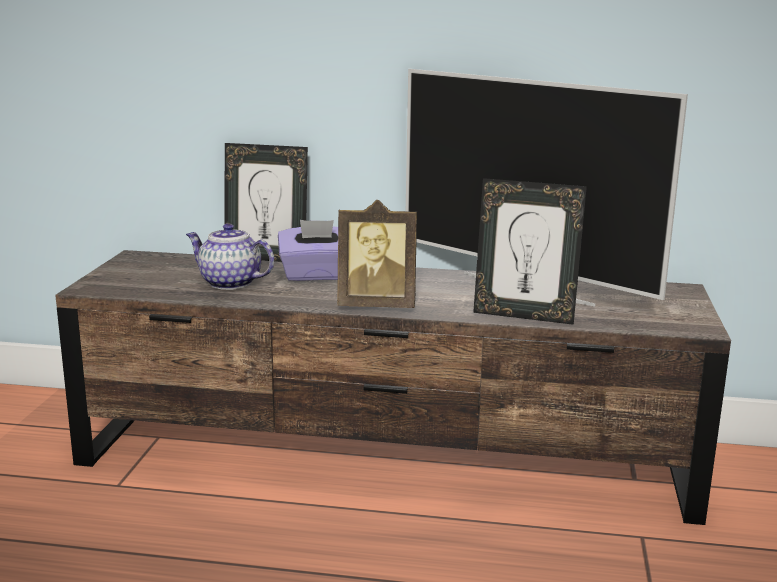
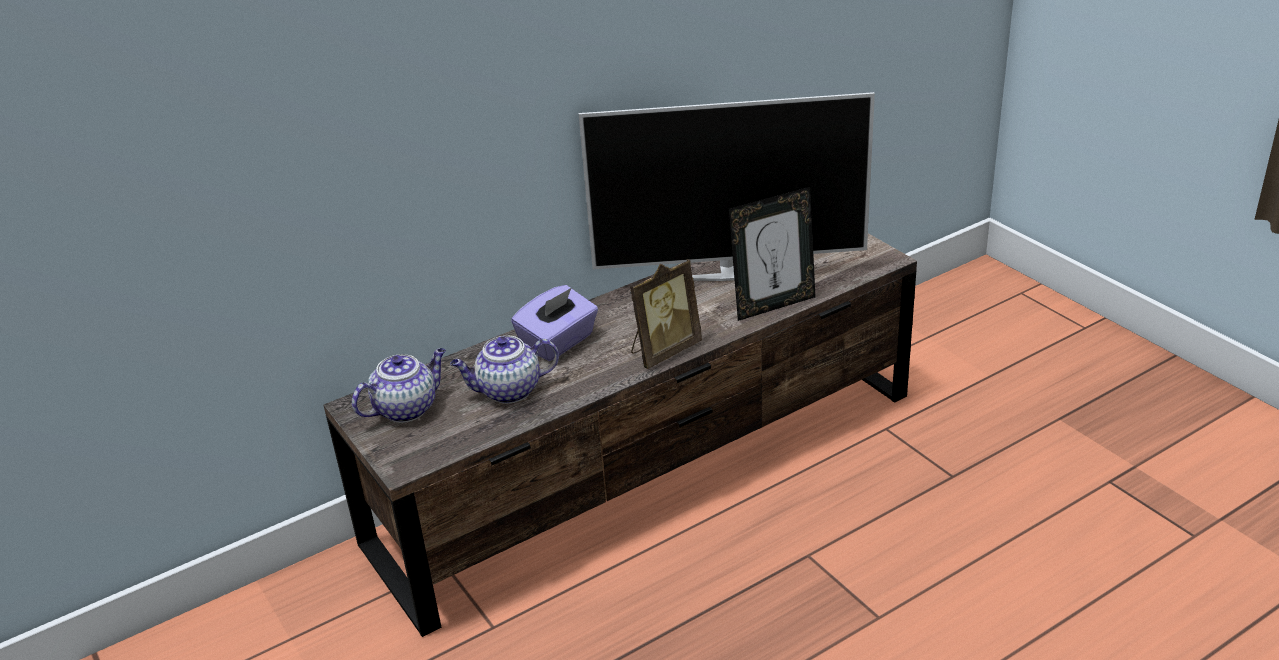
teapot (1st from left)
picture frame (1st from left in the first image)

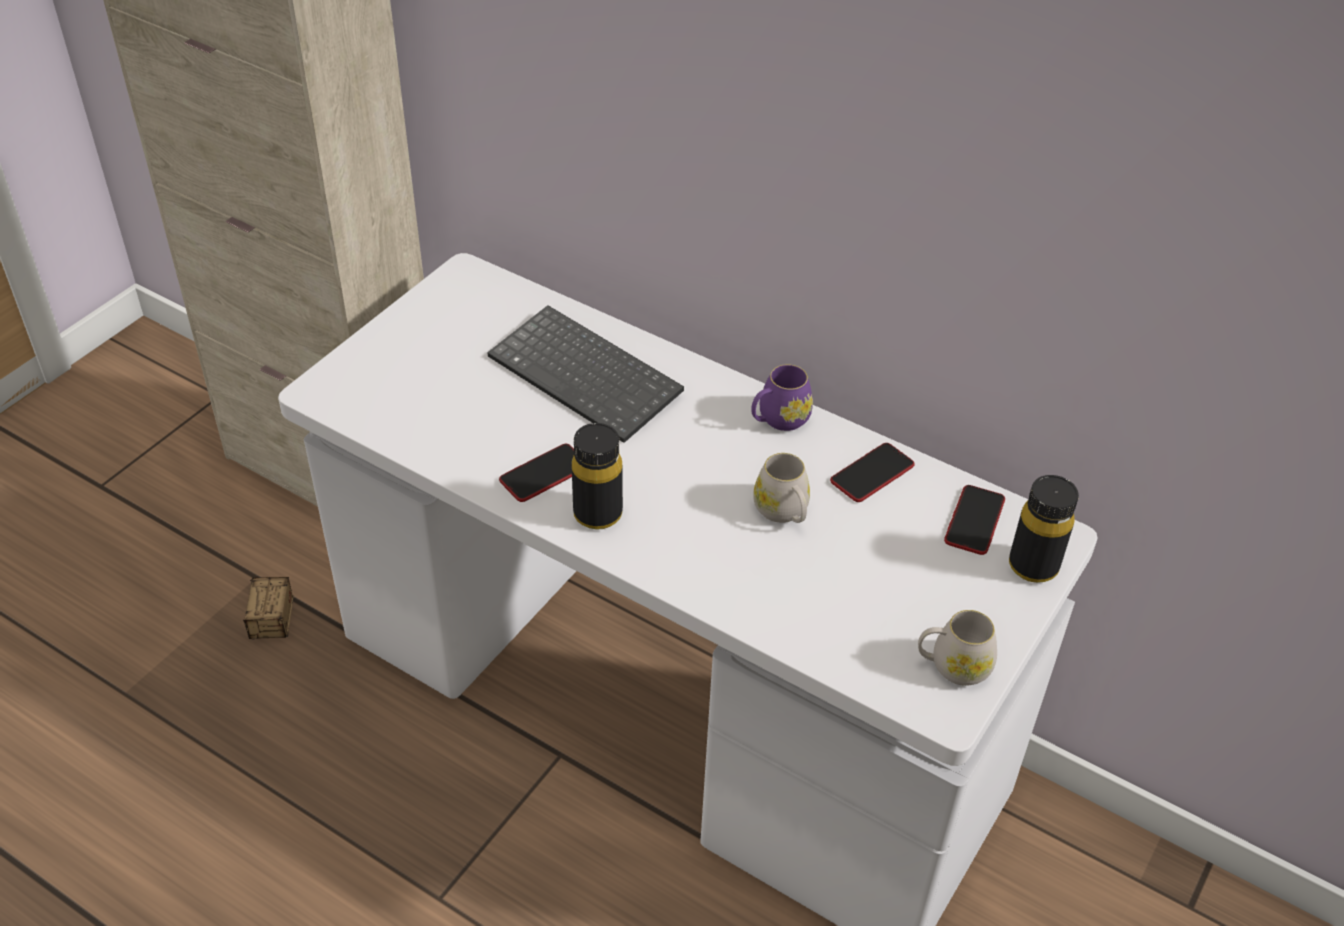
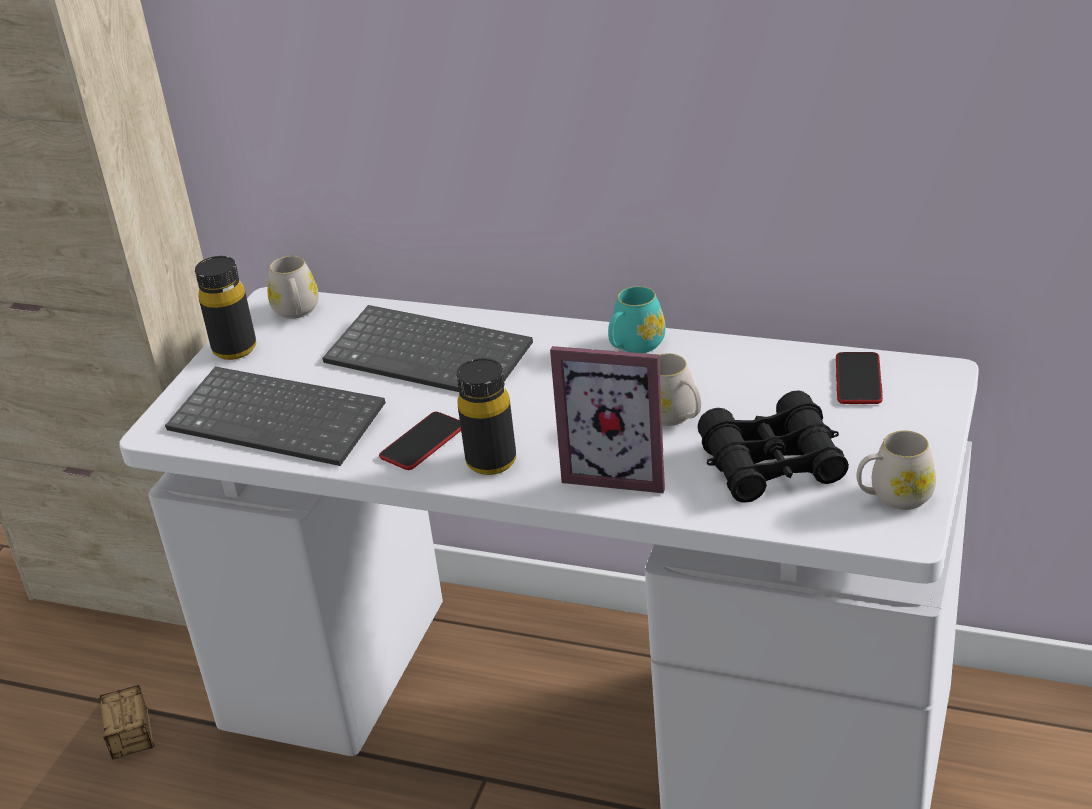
keyboard (1st from left)
bottle/black (1st from left)
mug/white (1st from left)
picture frame
mug/turquoise
binoculars/black
phone (2nd from left in the first image)

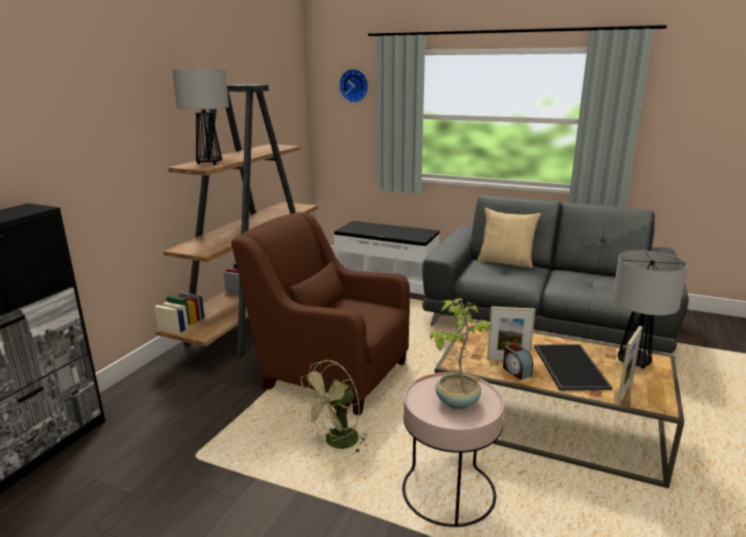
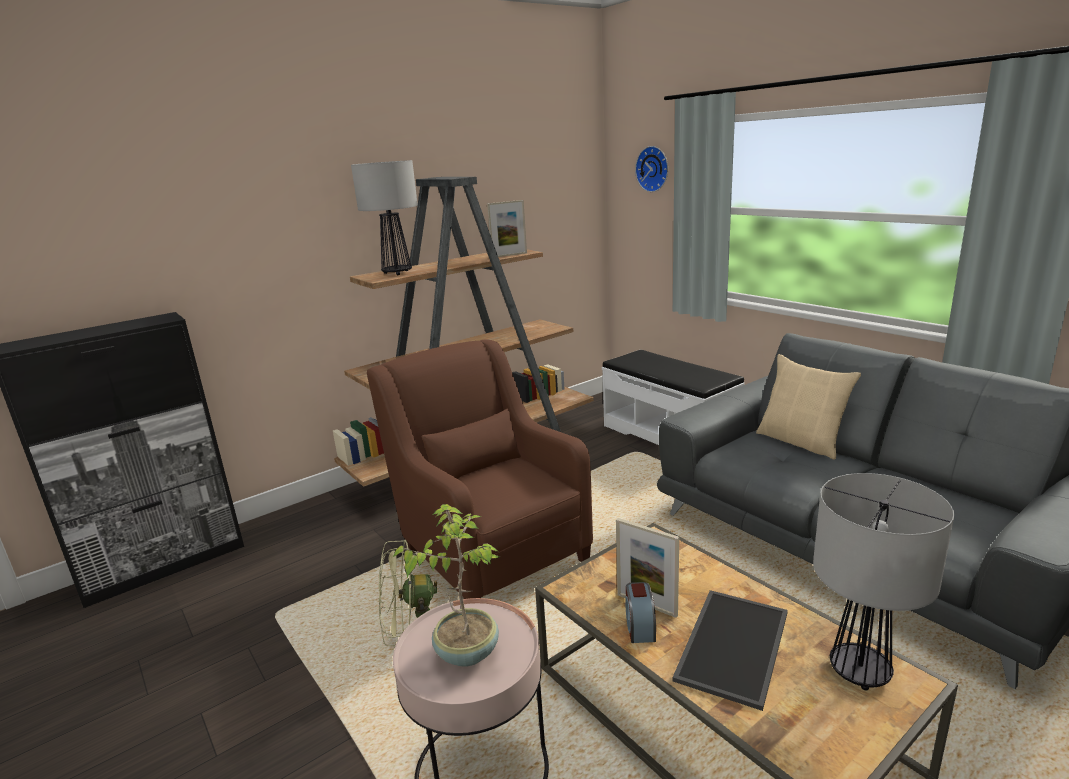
picture frame (1st from left)

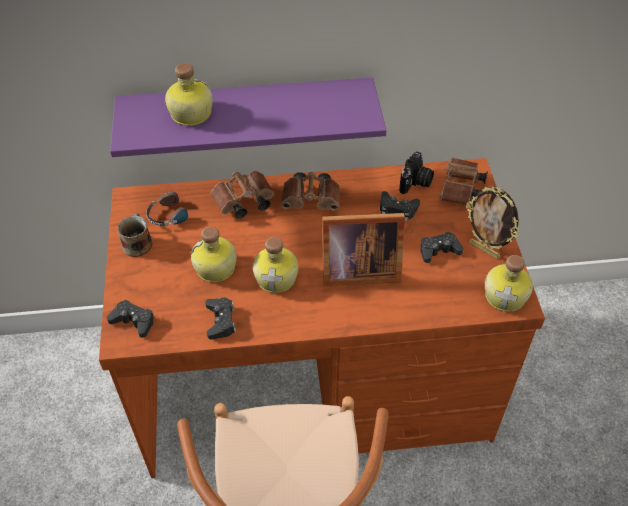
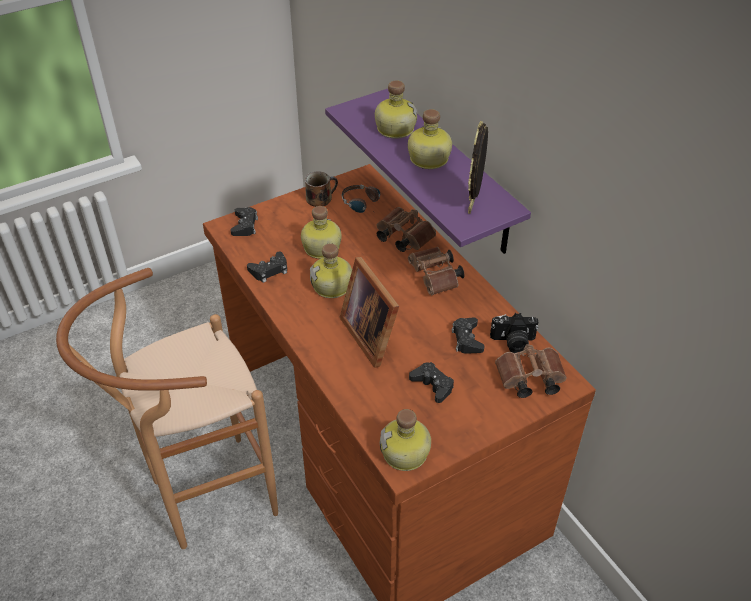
bottle (5th from left)
picture frame (2nd from left)

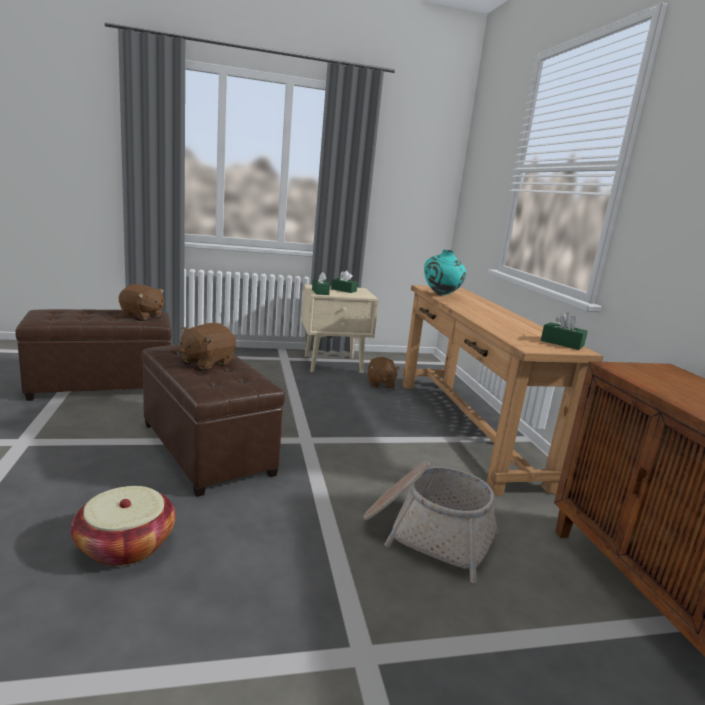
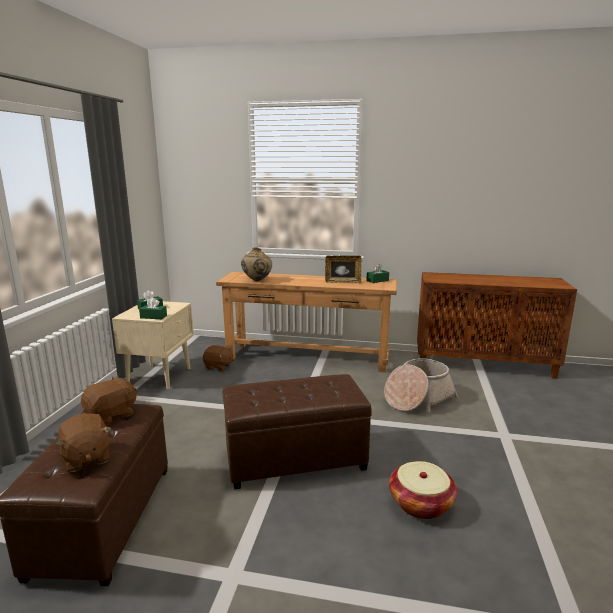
plush toy/brown (1st from left)
vase/beige
picture frame

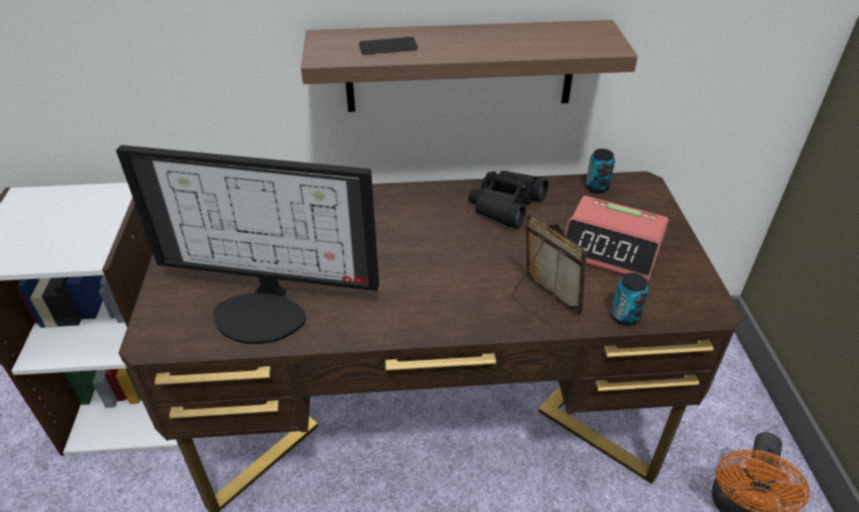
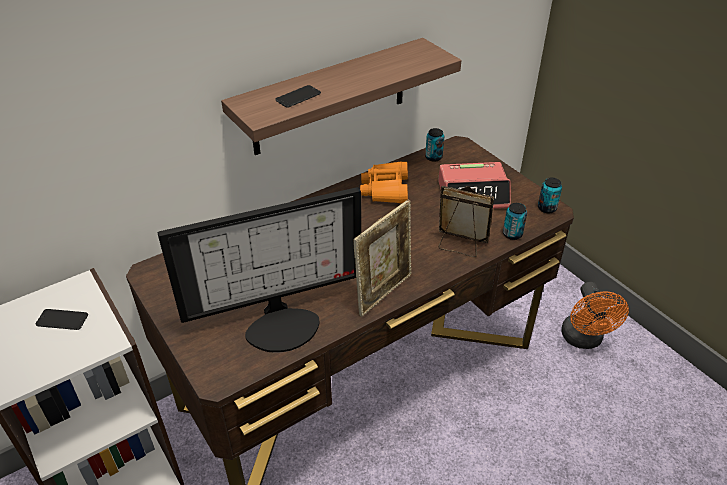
phone (1st from left)
picture frame (1st from left)
binoculars/orange
can (3rd from left)

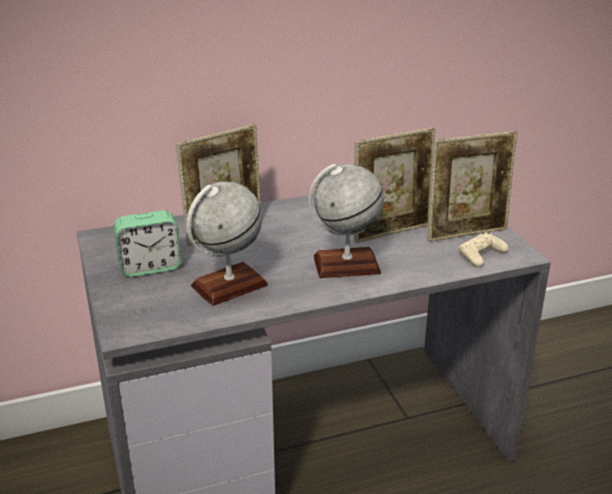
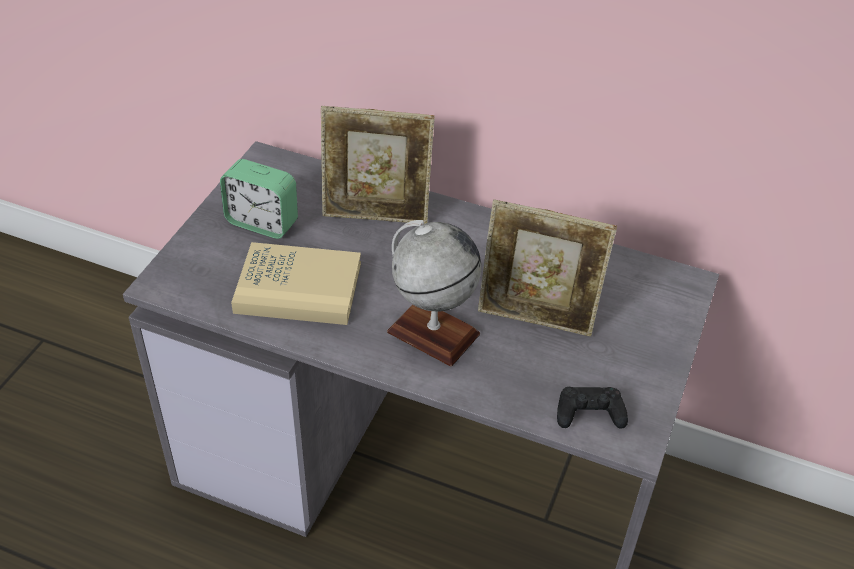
book/beige
game controller/black
picture frame (3rd from left in the first image)

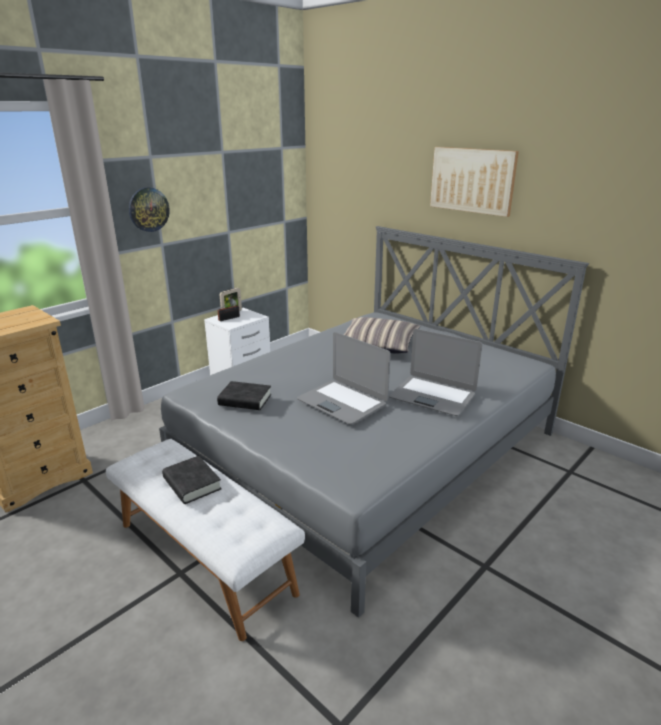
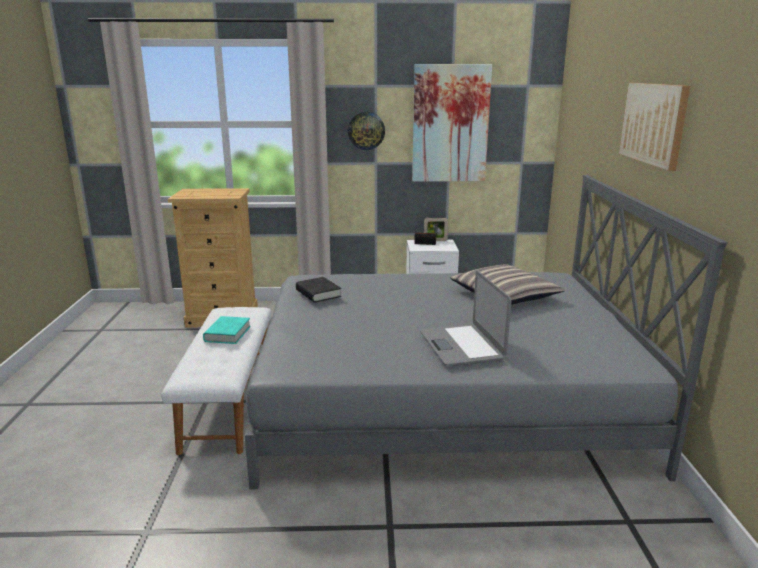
book/turquoise
picture (1st from left)
laptop (1st from left in the first image)

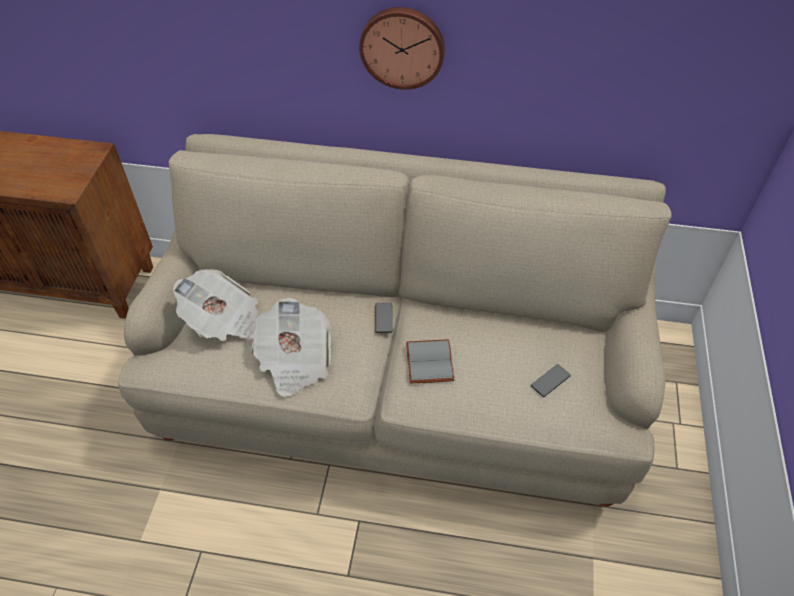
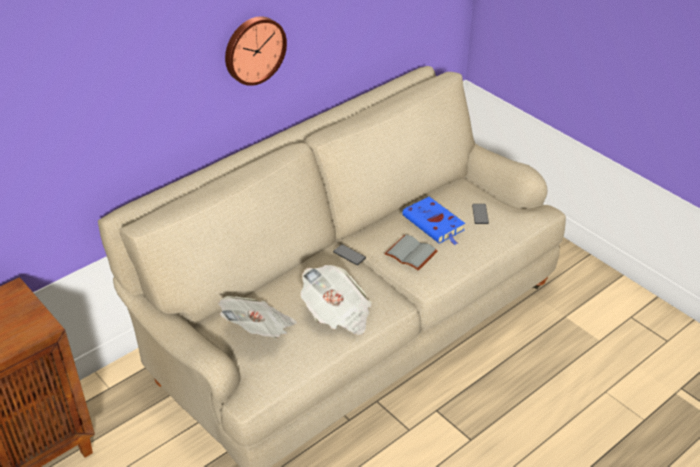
book/blue

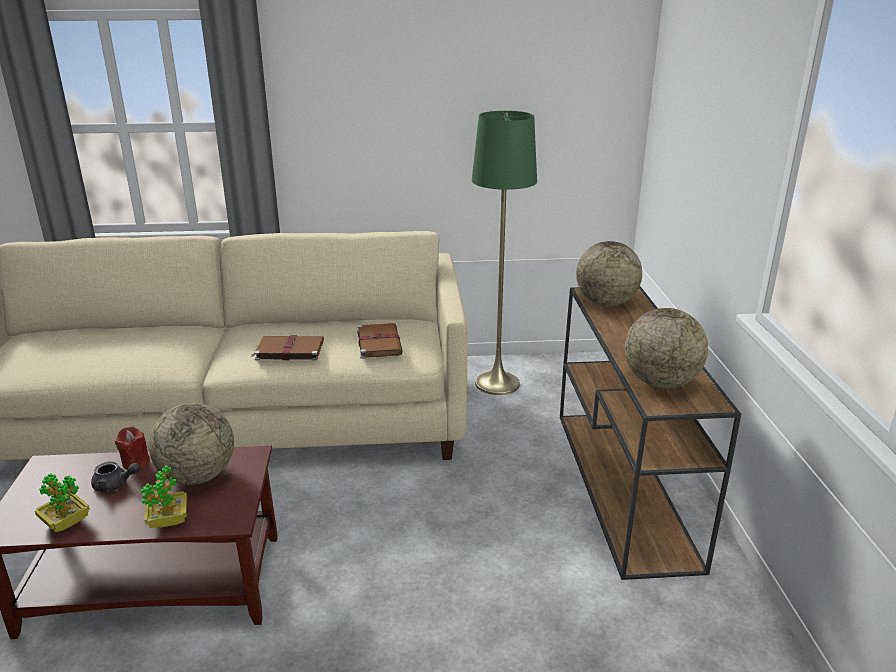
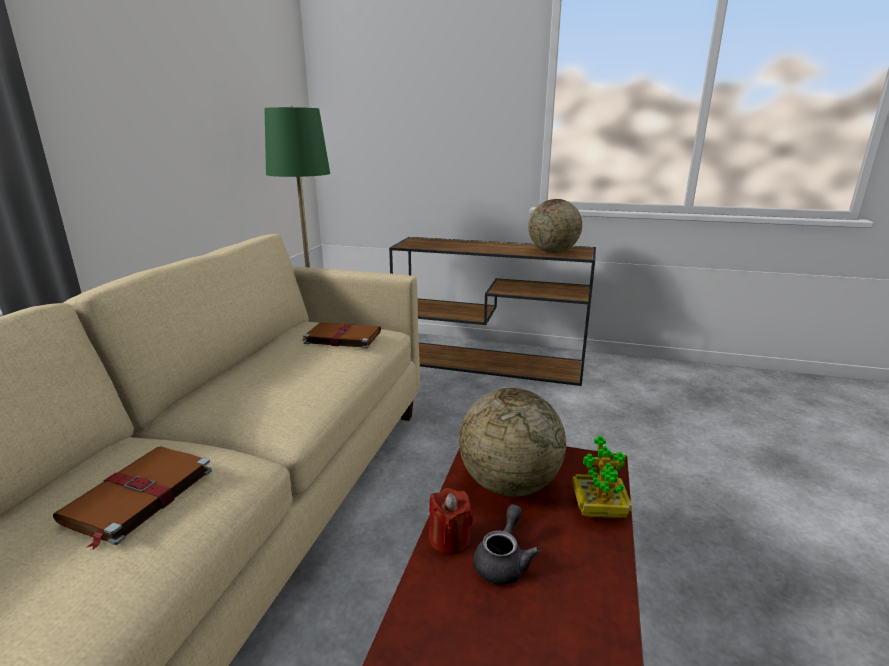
book/brown (1st from left)
potted plant (1st from left in the first image)
globe (2nd from left in the first image)

